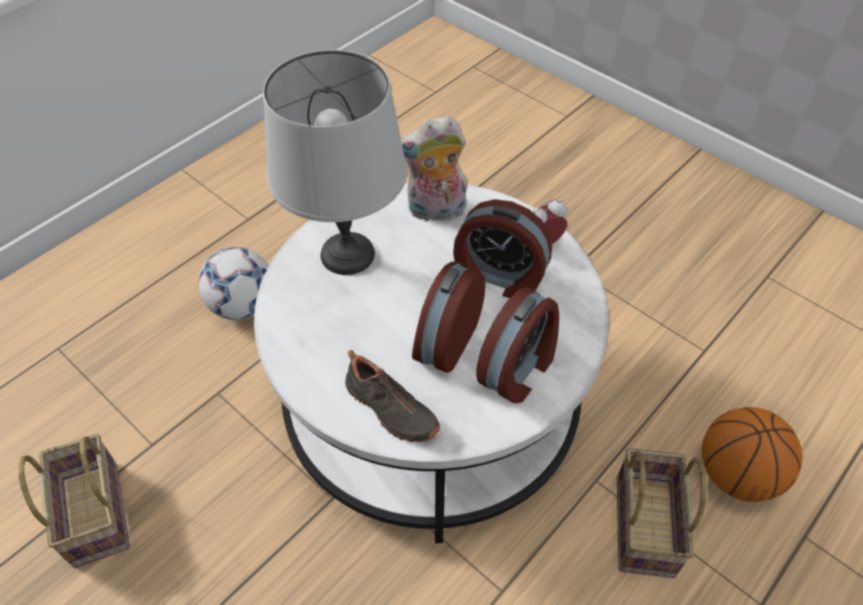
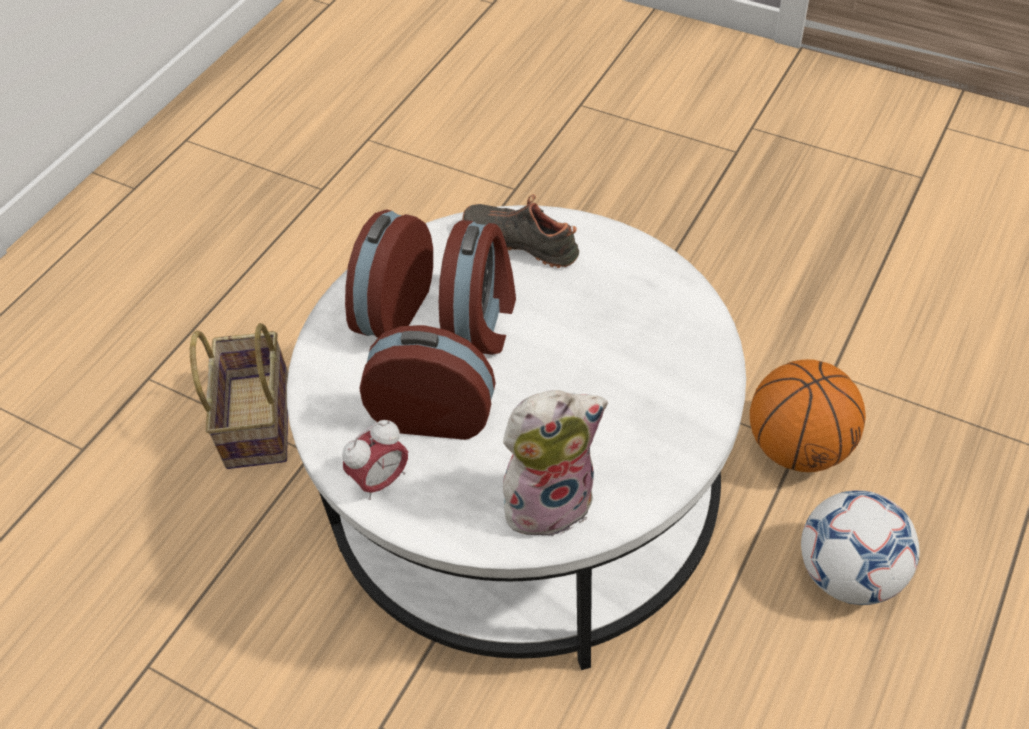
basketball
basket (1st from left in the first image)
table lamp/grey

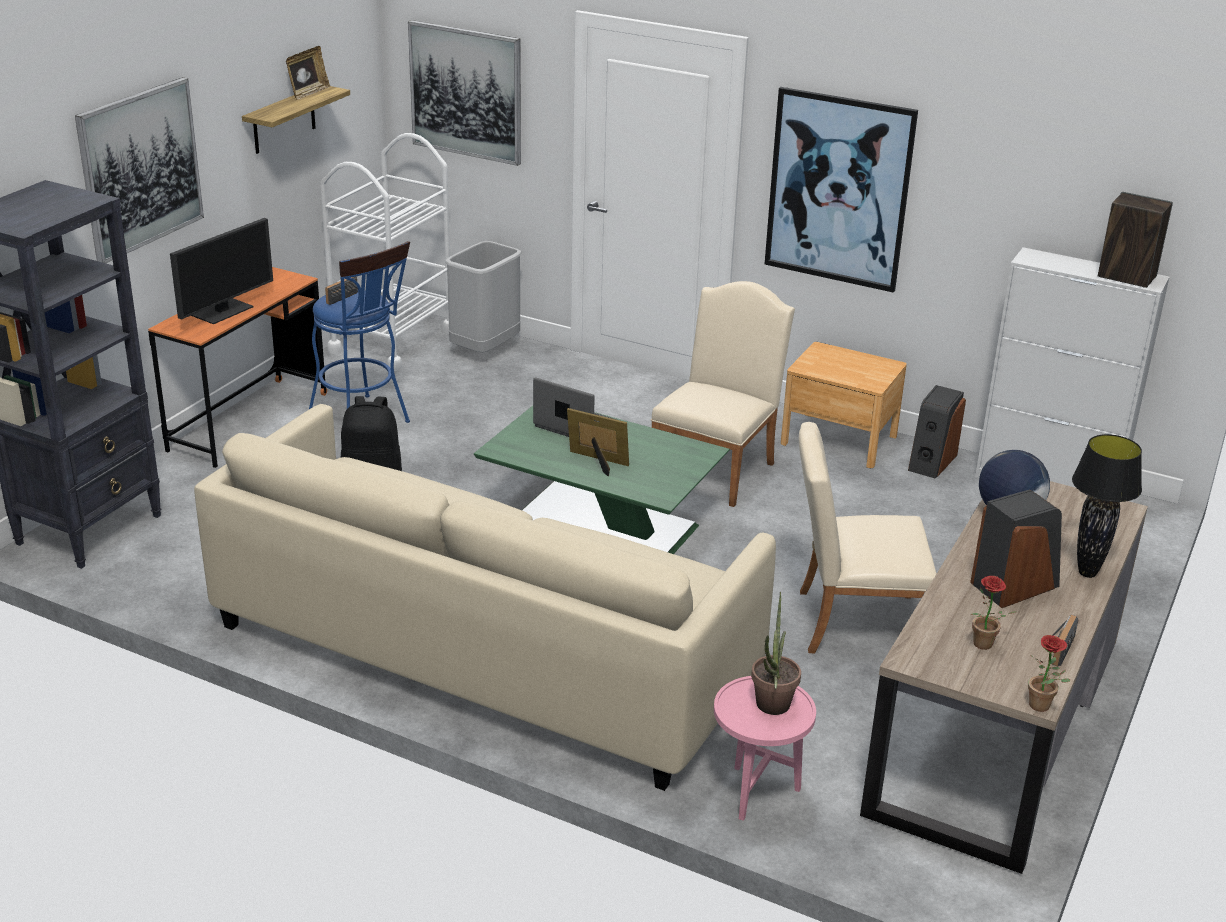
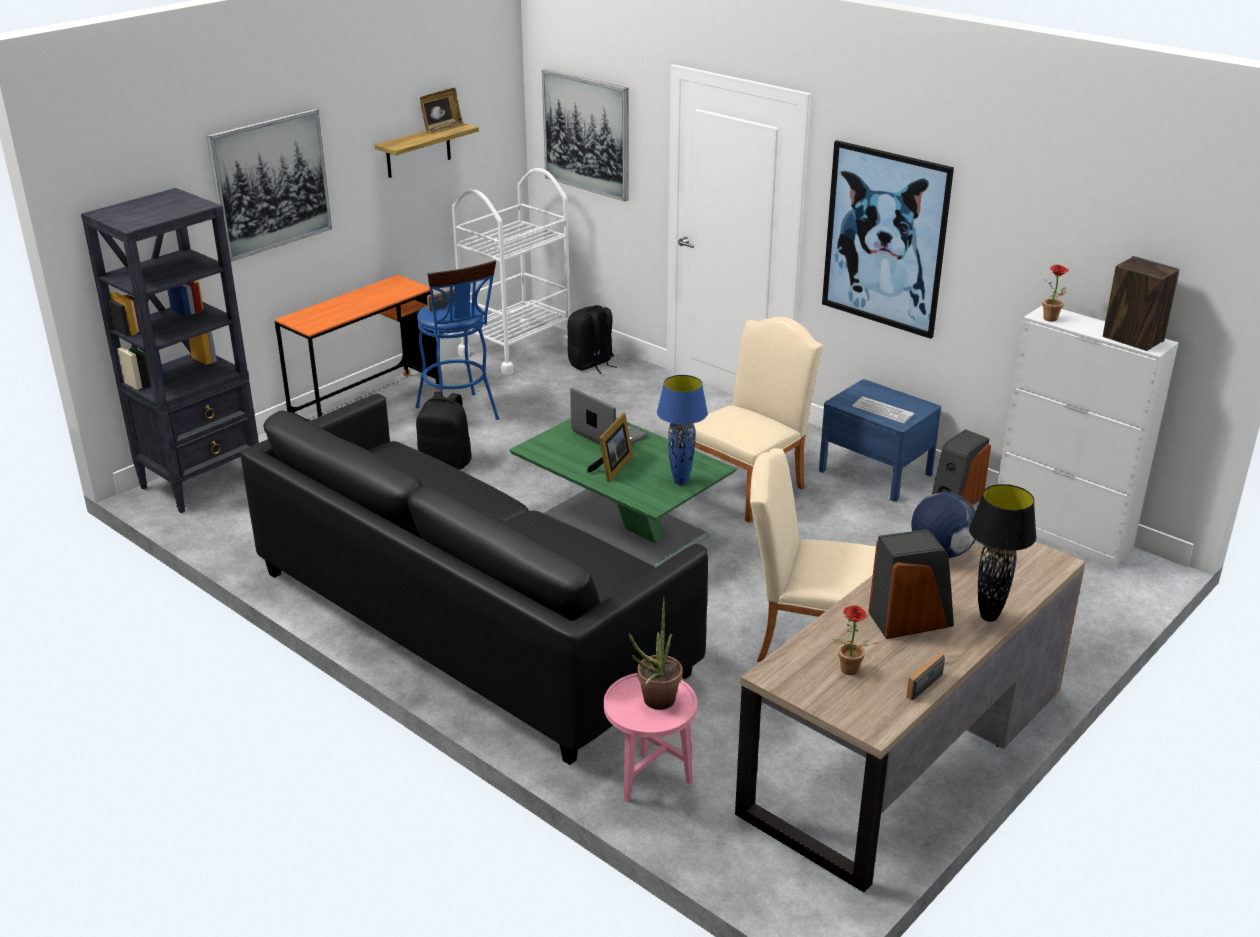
sofa/black
backpack/black (2nd from left)
picture frame (2nd from left)
table lamp/blue
nightstand/blue
keyboard
potted plant (3rd from left)
monitor

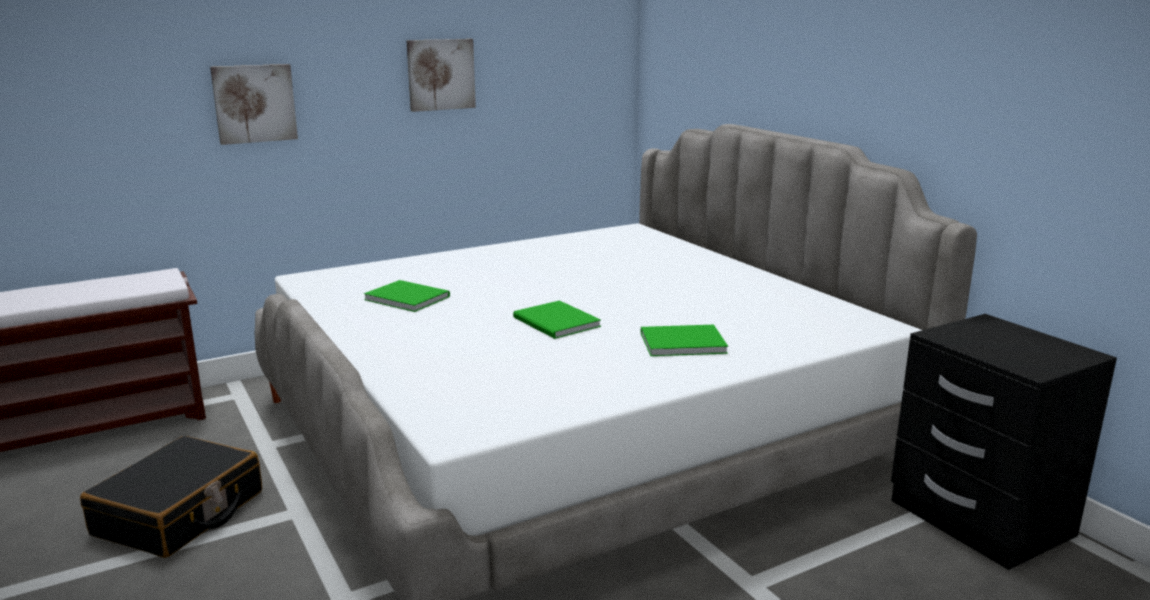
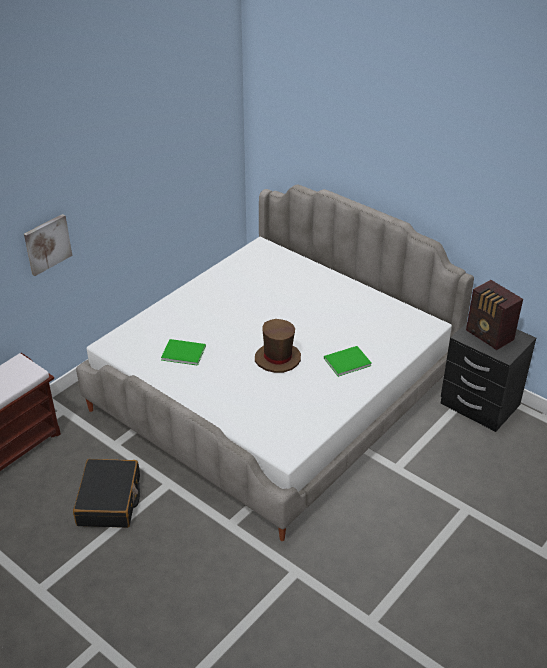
hat/brown
radio
picture (2nd from left in the first image)

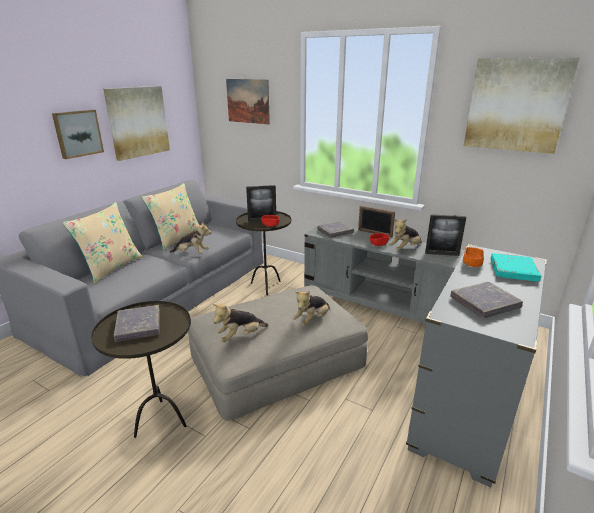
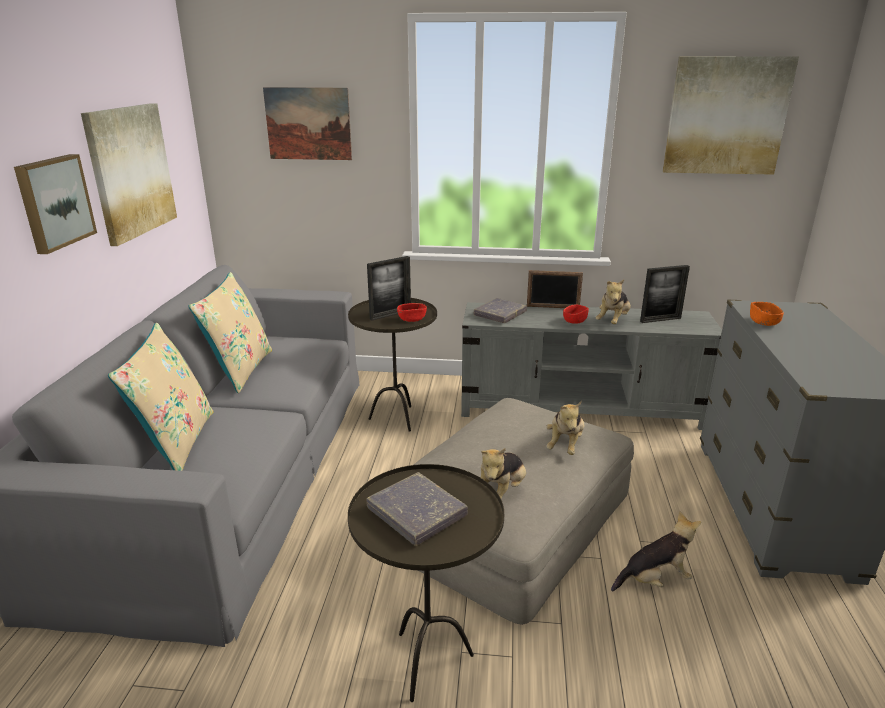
plush toy (4th from left)
book/grey (3rd from left in the first image)
book/turquoise

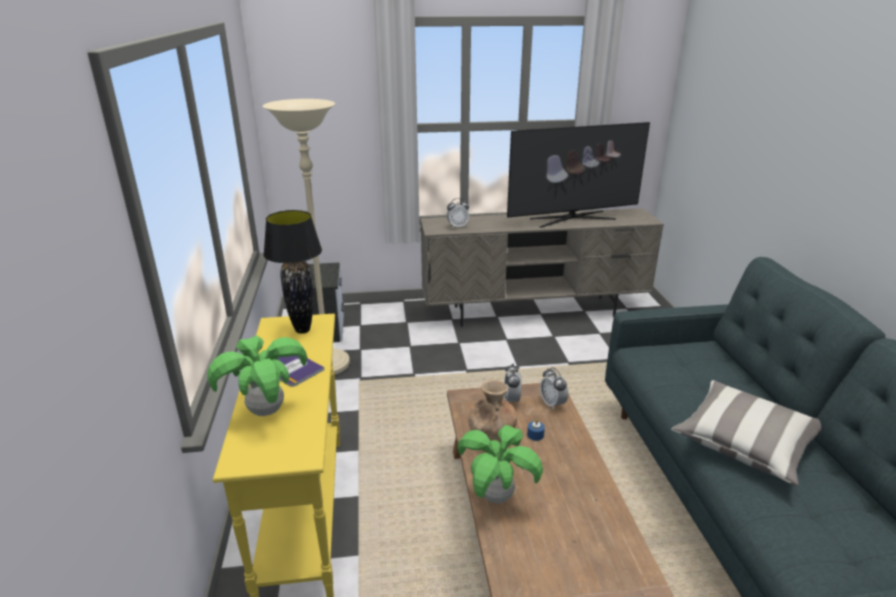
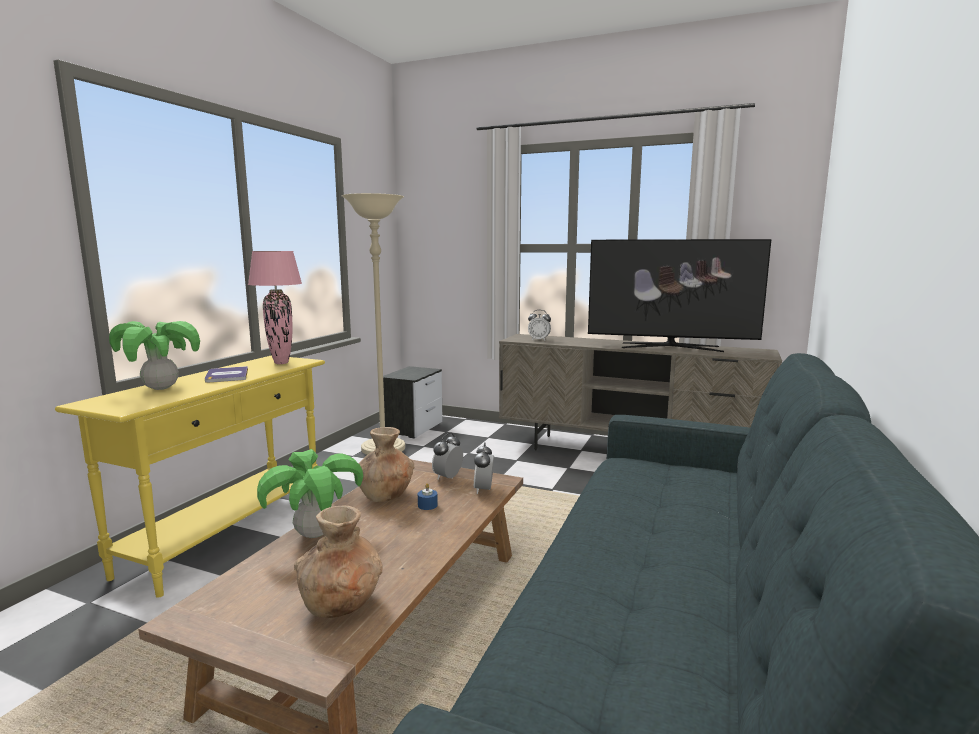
table lamp/pink
vase/brown (1st from left)
pillow

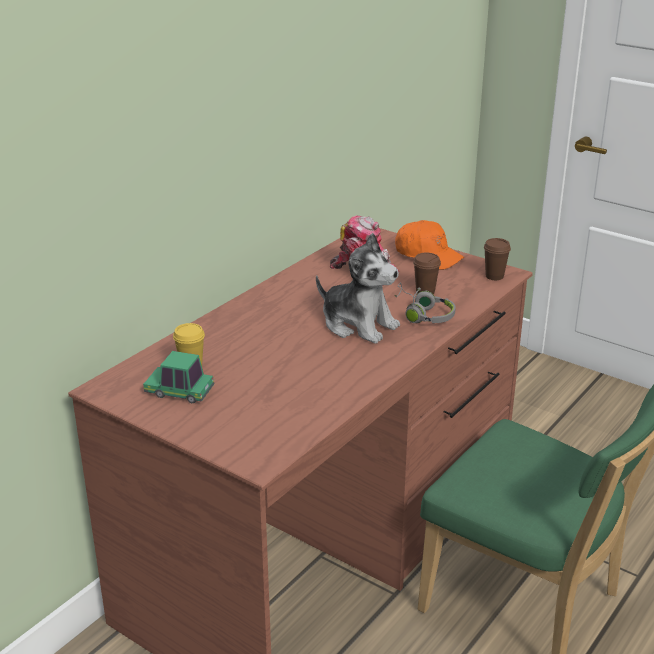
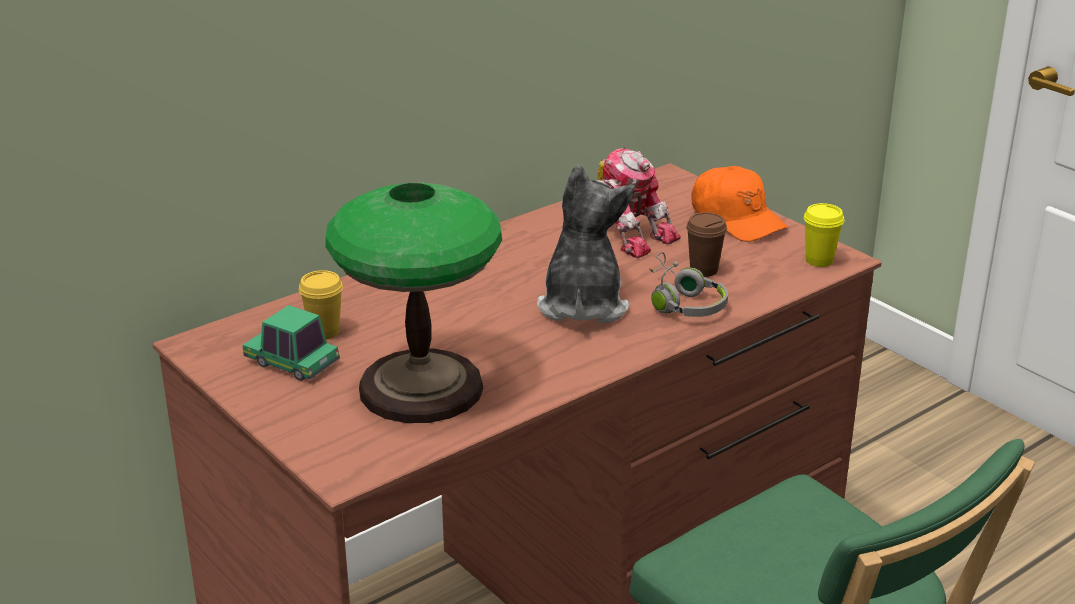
table lamp
plush toy
cup/yellow (2nd from left)

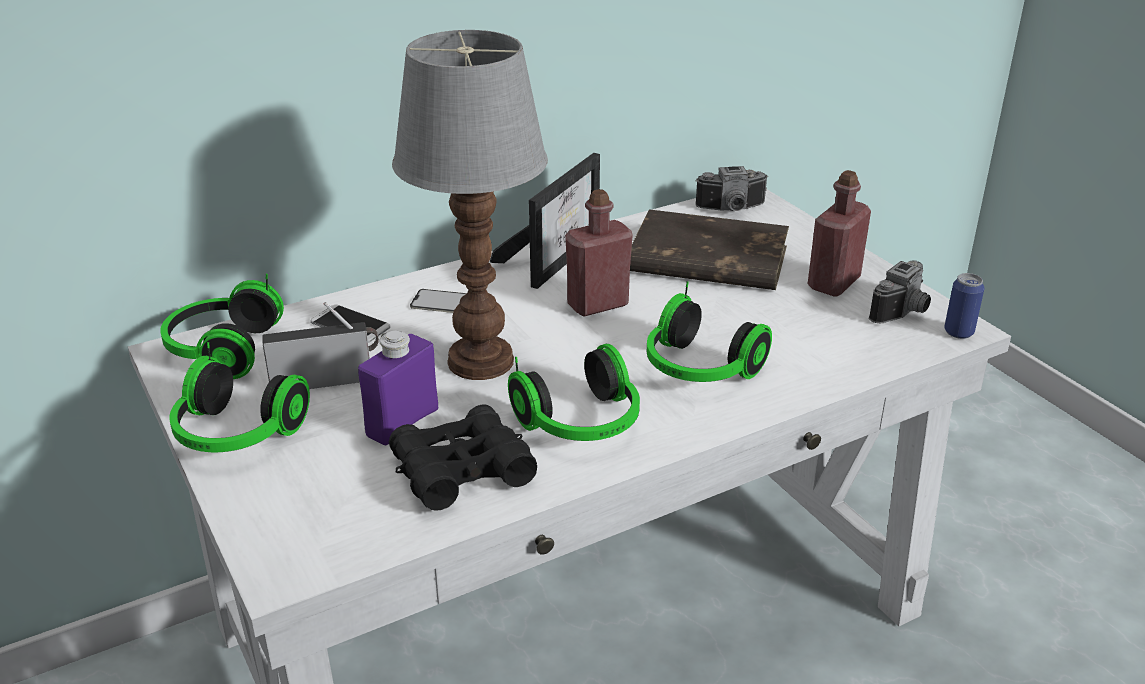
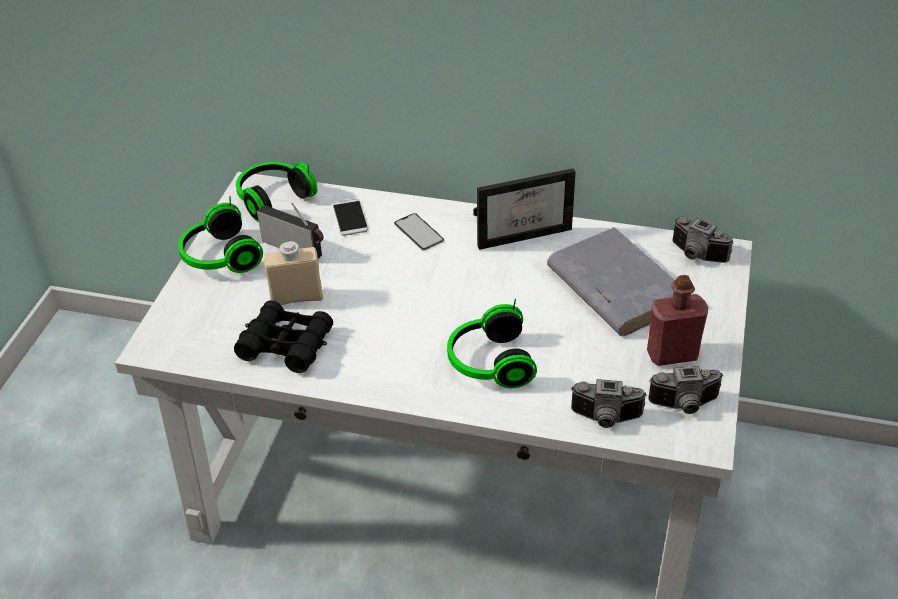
bottle/beige
book/grey
photo camera (1st from left)
table lamp
headphones (3rd from left in the first image)
bottle/red (1st from left in the first image)
can

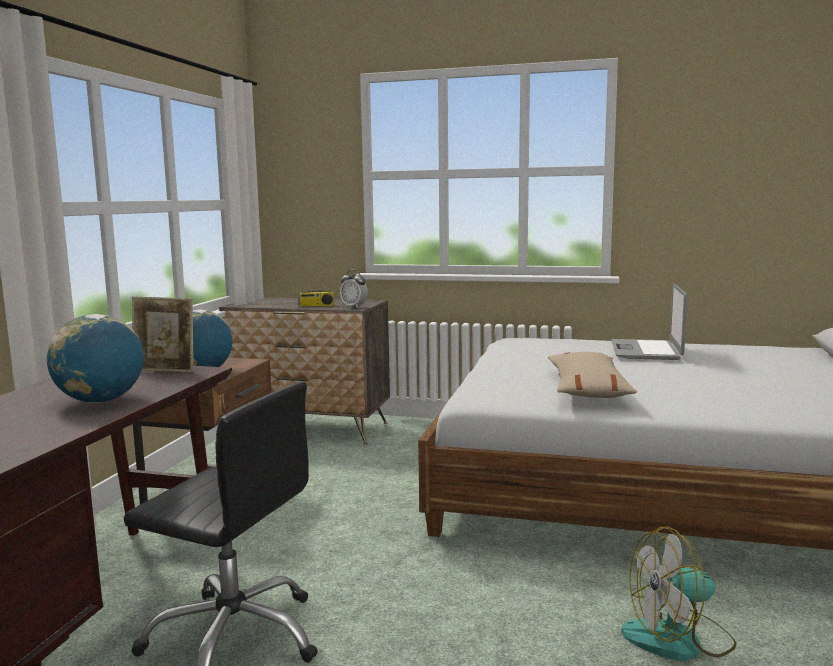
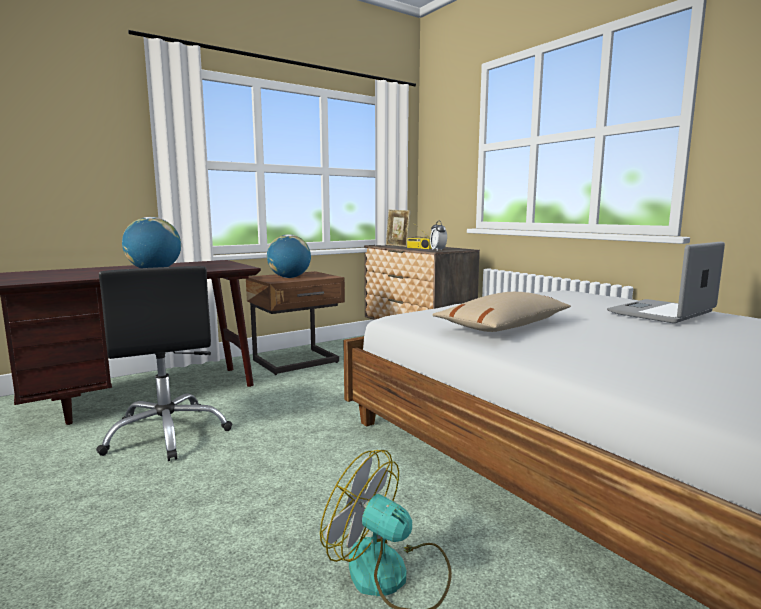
picture frame

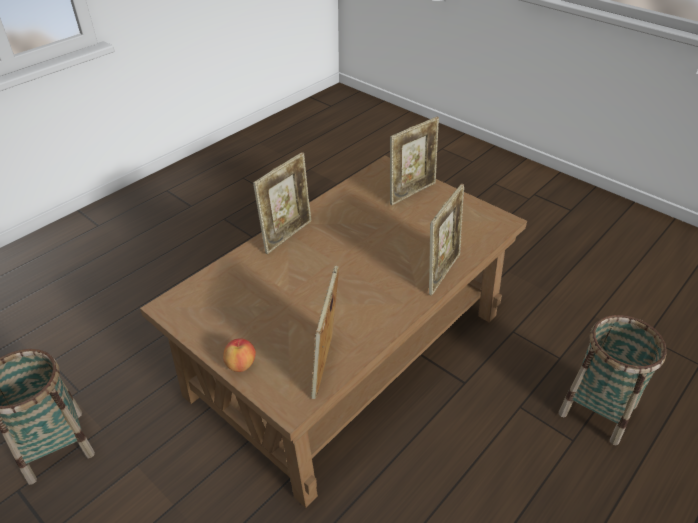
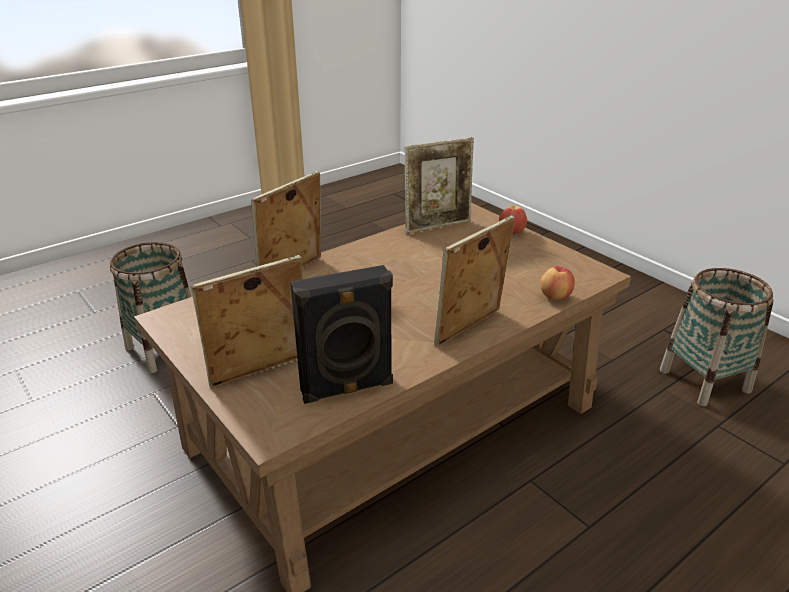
speaker/black
picture frame (3rd from left)
apple (2nd from left)

